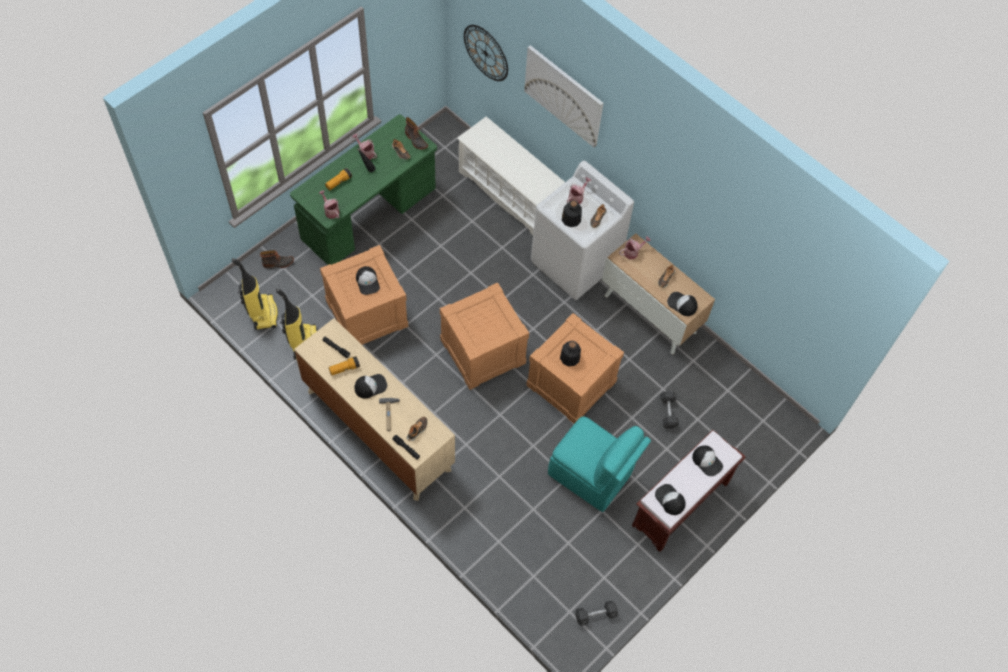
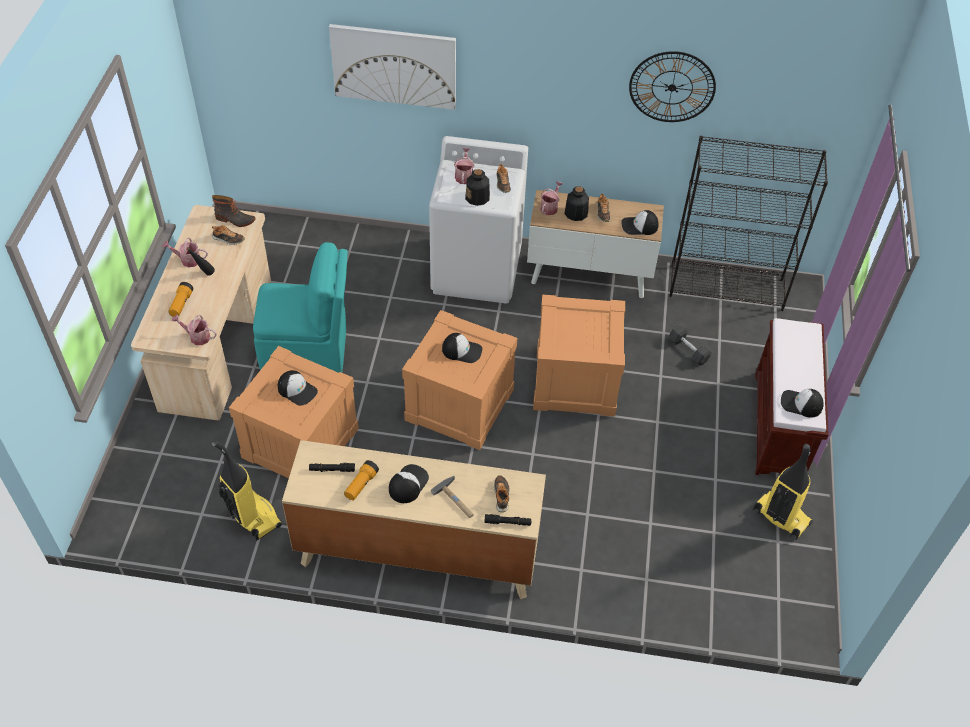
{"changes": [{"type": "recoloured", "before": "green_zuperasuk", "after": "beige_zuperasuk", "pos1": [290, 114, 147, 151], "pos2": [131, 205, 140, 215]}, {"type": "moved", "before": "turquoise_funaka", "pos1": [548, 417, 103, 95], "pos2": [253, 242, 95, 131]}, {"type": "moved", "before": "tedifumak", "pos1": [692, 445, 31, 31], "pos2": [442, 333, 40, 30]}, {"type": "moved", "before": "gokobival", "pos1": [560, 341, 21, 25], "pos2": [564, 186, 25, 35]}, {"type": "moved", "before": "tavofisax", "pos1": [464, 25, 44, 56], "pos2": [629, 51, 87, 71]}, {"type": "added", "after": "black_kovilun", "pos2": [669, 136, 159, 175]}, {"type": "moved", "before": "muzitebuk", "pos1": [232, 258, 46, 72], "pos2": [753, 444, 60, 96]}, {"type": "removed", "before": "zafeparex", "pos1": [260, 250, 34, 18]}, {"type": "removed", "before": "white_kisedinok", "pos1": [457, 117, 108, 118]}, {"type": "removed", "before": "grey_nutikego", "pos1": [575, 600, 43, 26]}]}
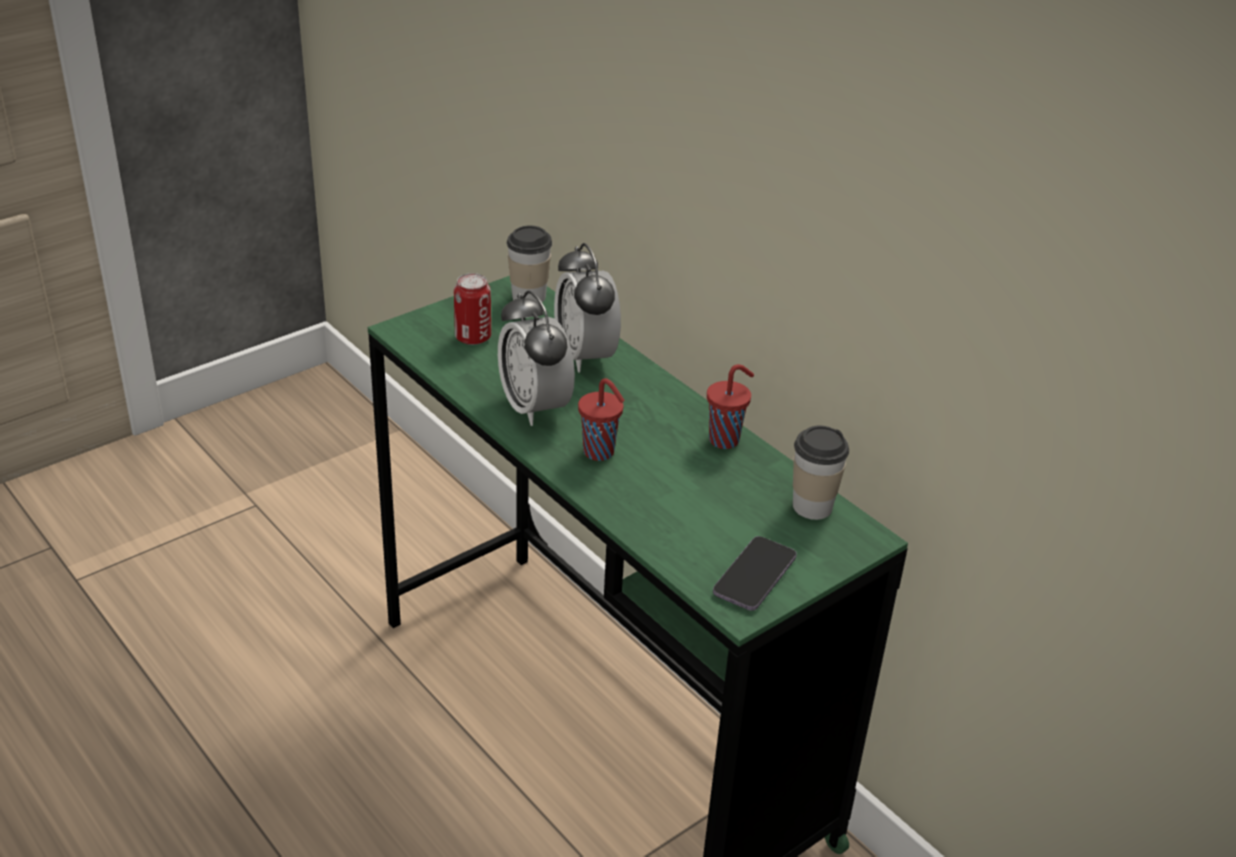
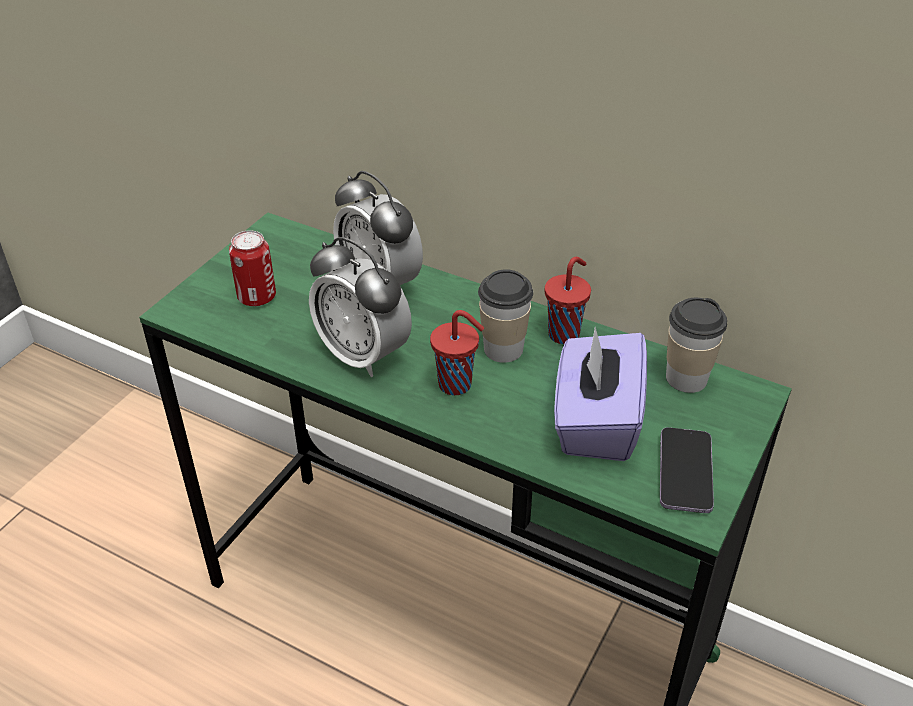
{"changes": [{"type": "moved", "before": "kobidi", "pos1": [507, 225, 45, 77], "pos2": [478, 269, 55, 94]}, {"type": "added", "after": "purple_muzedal", "pos2": [554, 327, 93, 134]}]}
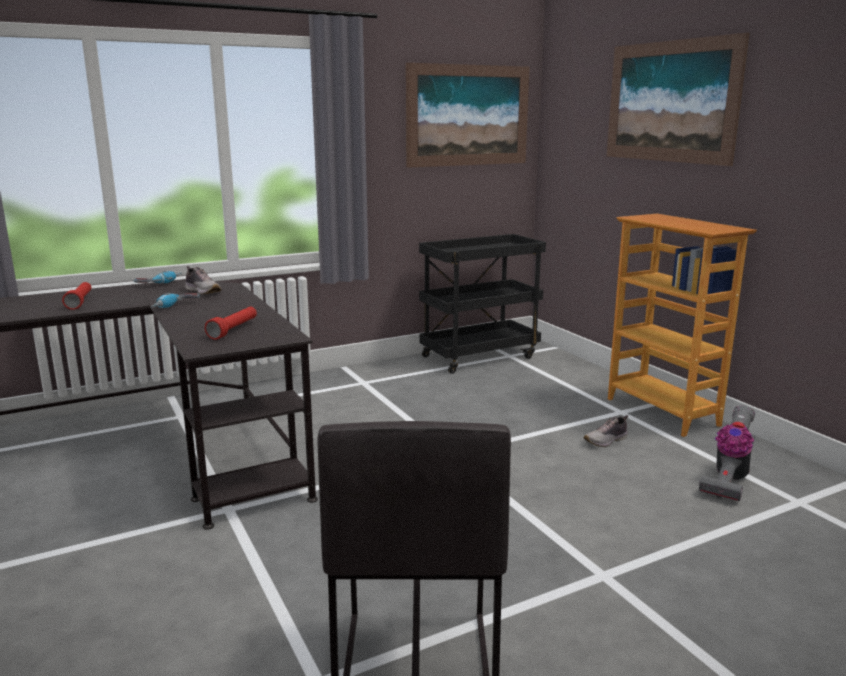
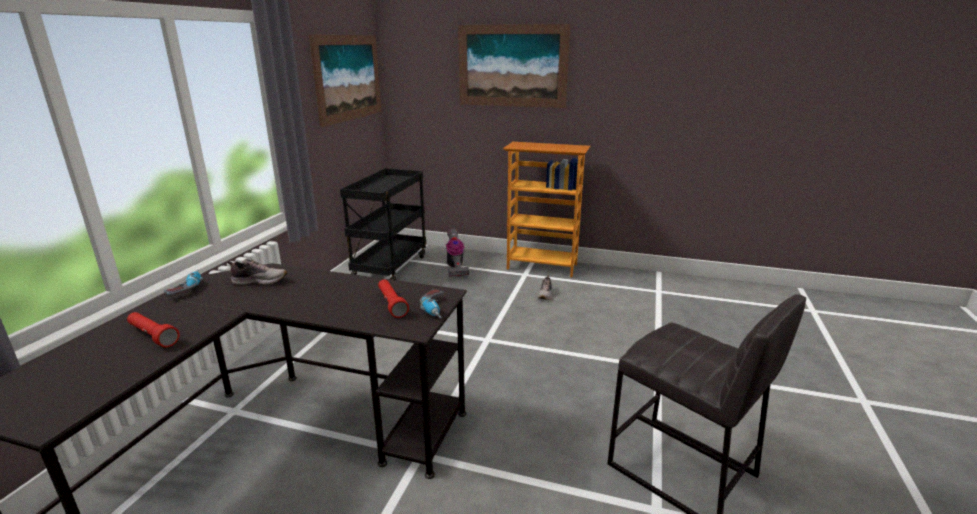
{"changes": [{"type": "moved", "before": "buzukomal", "pos1": [151, 293, 49, 15], "pos2": [420, 289, 24, 29]}, {"type": "moved", "before": "muzitebuk", "pos1": [699, 406, 56, 95], "pos2": [446, 229, 23, 48]}]}
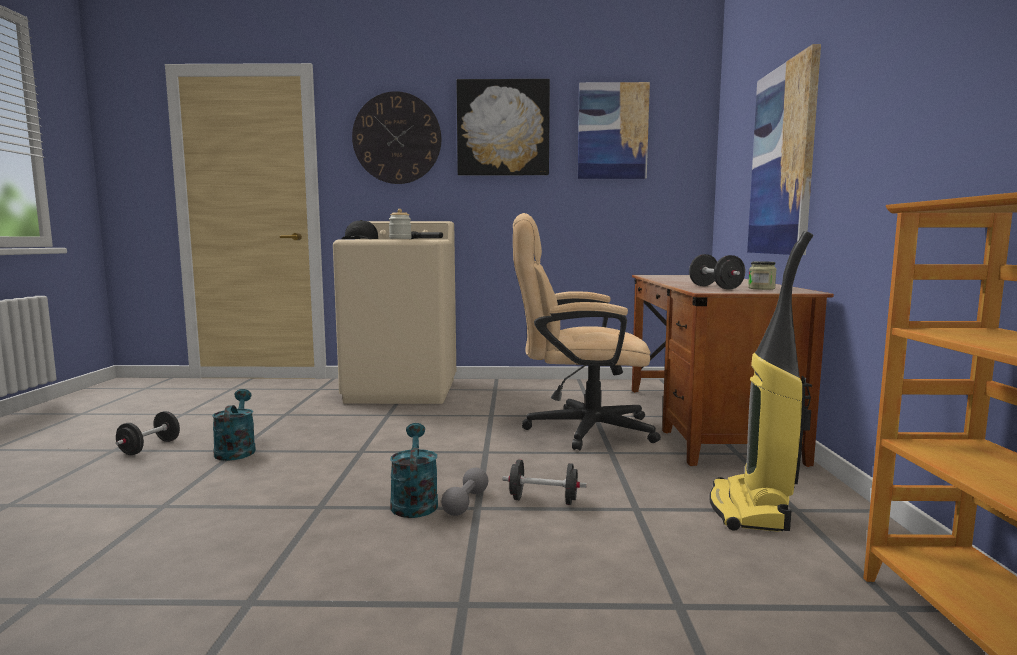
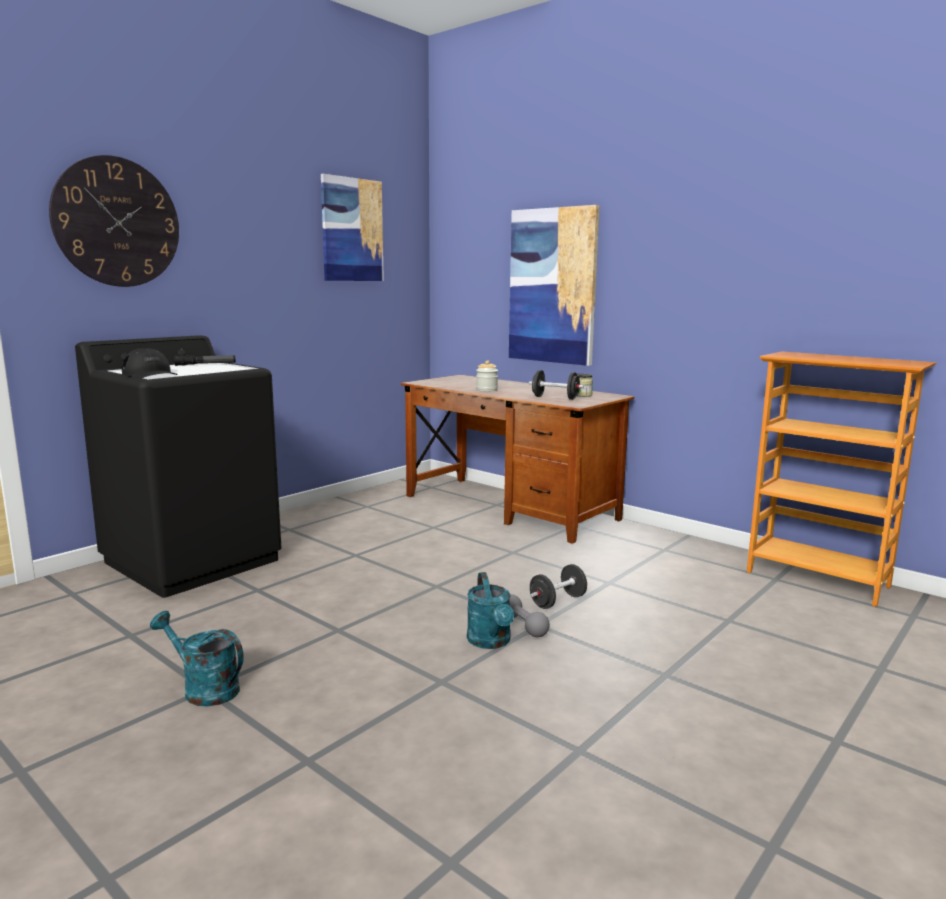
{"changes": [{"type": "recoloured", "before": "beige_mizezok", "after": "black_mizezok", "pos1": [333, 221, 123, 183], "pos2": [75, 335, 206, 263]}, {"type": "turned", "before": "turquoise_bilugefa", "pos1": [390, 423, 48, 95], "pos2": [467, 572, 47, 77], "turn": -135}, {"type": "moved", "before": "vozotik", "pos1": [389, 209, 23, 30], "pos2": [476, 360, 22, 31]}, {"type": "removed", "before": "black_nutikego", "pos1": [116, 411, 64, 44]}, {"type": "removed", "before": "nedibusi", "pos1": [456, 79, 94, 96]}, {"type": "removed", "before": "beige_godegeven", "pos1": [513, 213, 148, 237]}, {"type": "removed", "before": "muzitebuk", "pos1": [710, 231, 103, 301]}]}
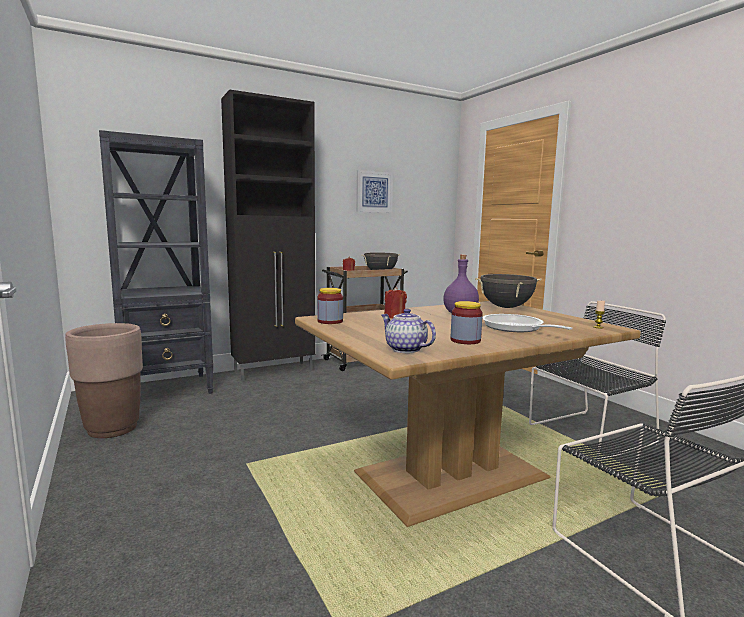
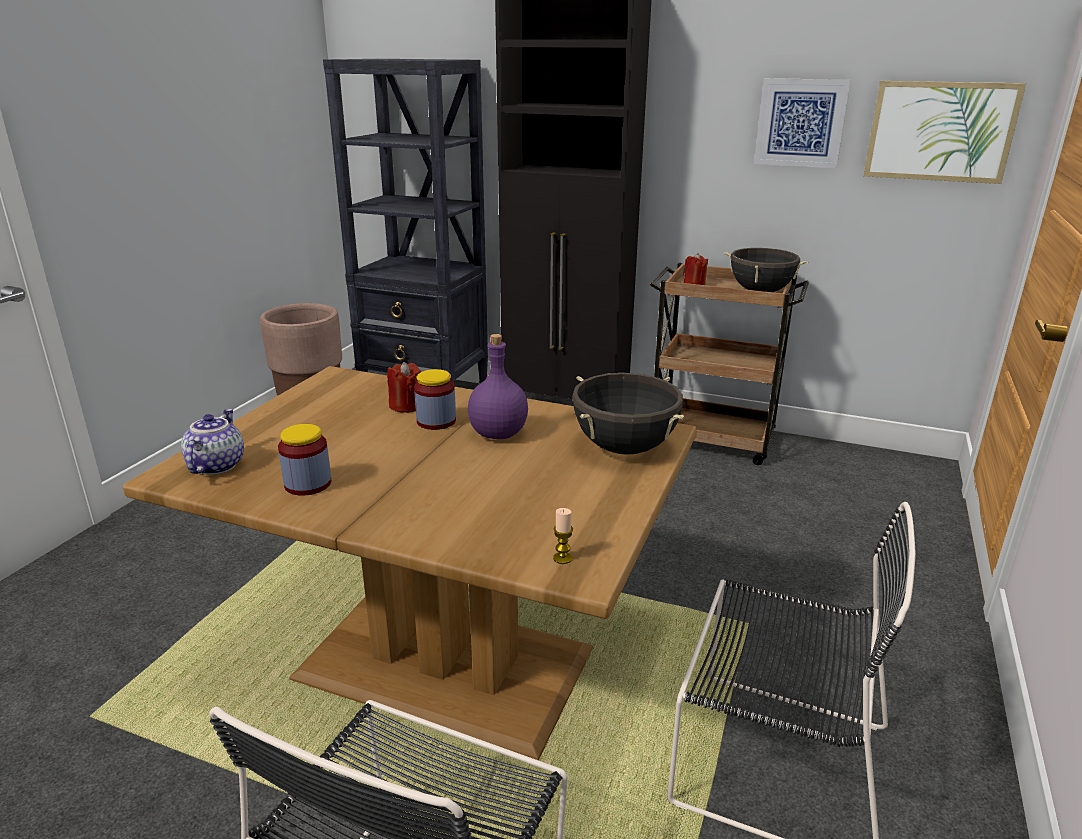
{"changes": [{"type": "moved", "before": "vozotik", "pos1": [317, 288, 26, 36], "pos2": [414, 369, 42, 61]}, {"type": "added", "after": "nedibusi", "pos2": [863, 81, 163, 103]}, {"type": "removed", "before": "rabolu", "pos1": [482, 314, 91, 18]}]}
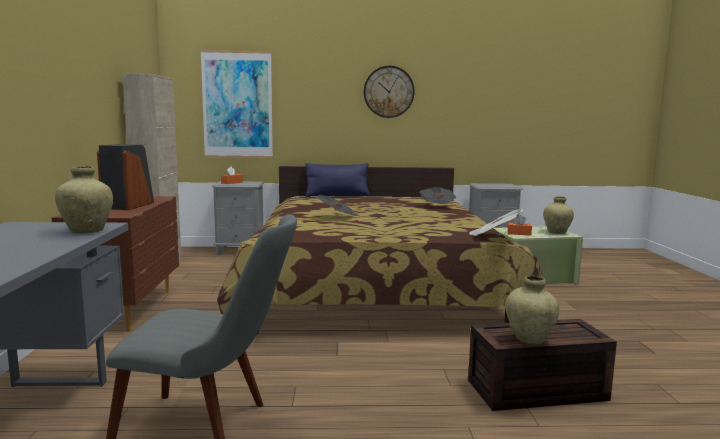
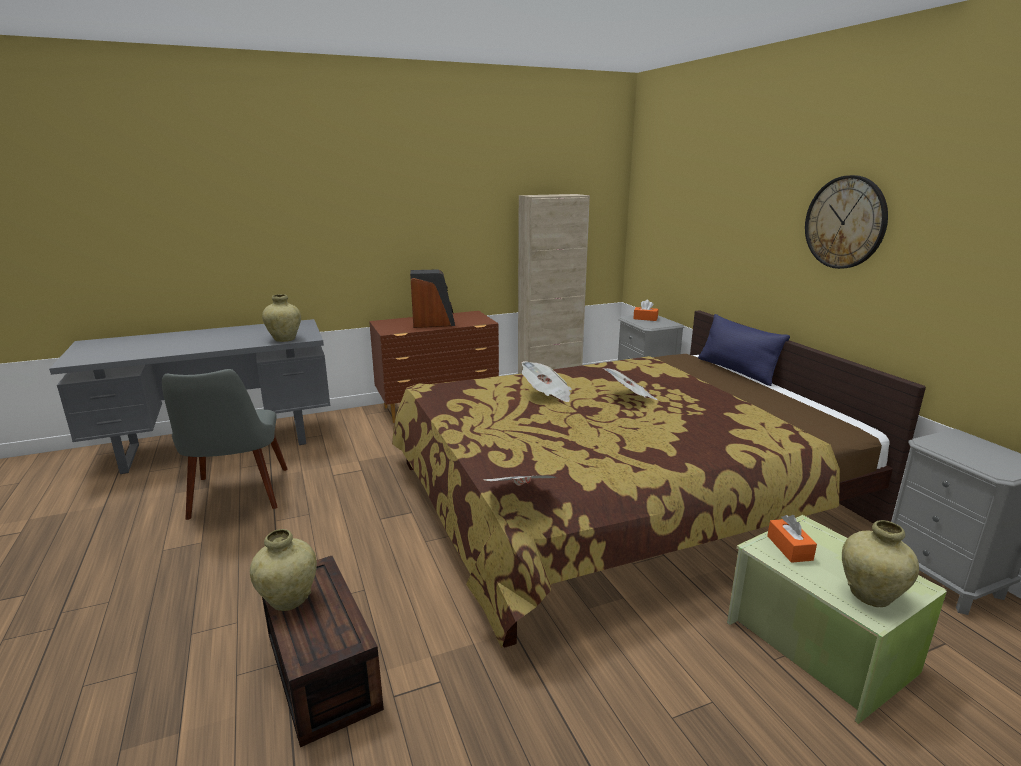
{"changes": [{"type": "moved", "before": "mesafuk", "pos1": [419, 187, 37, 17], "pos2": [603, 368, 55, 32]}, {"type": "removed", "before": "nedibusi", "pos1": [200, 50, 73, 108]}]}
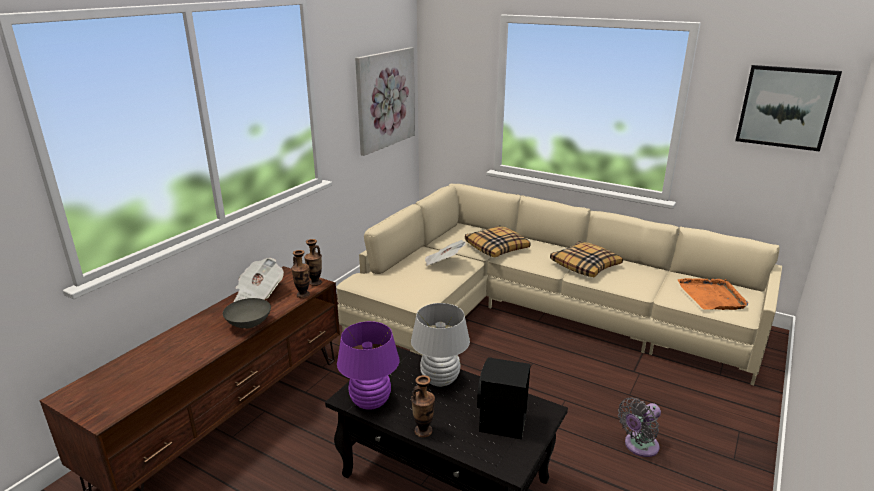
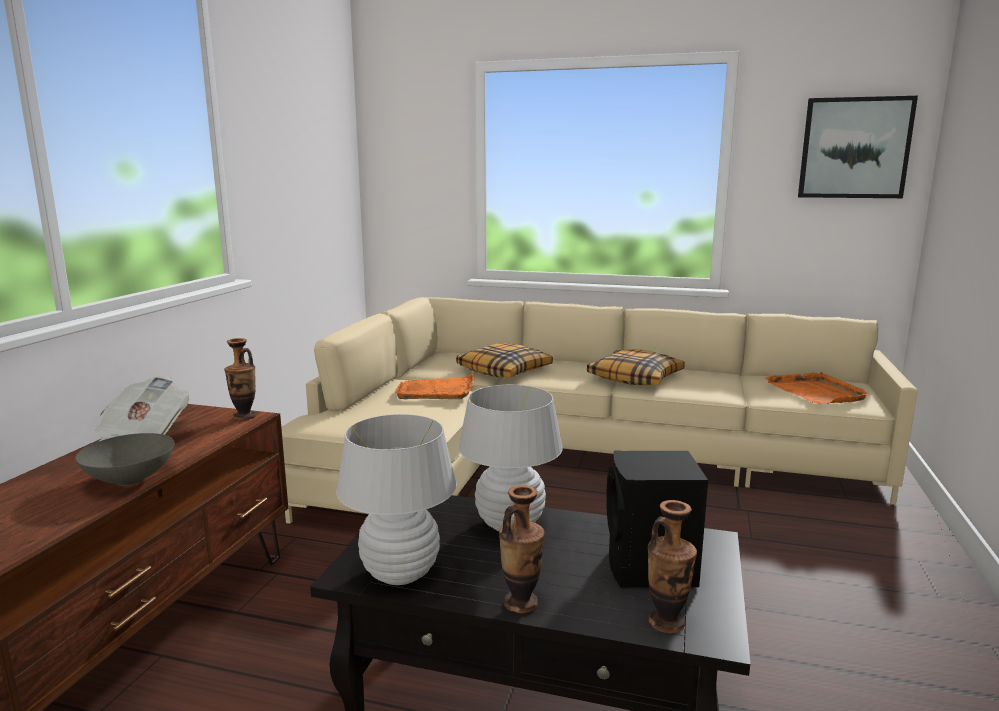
{"changes": [{"type": "recoloured", "before": "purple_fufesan", "after": "white_fufesan", "pos1": [337, 321, 62, 89], "pos2": [336, 414, 121, 171]}, {"type": "replaced", "before": "mesafuk", "after": "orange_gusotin", "pos1": [425, 240, 41, 26], "pos2": [394, 374, 80, 26]}, {"type": "moved", "before": "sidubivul", "pos1": [291, 250, 19, 48], "pos2": [648, 500, 49, 133]}, {"type": "removed", "before": "nedibusi", "pos1": [355, 47, 60, 109]}, {"type": "removed", "before": "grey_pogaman", "pos1": [618, 397, 43, 60]}]}
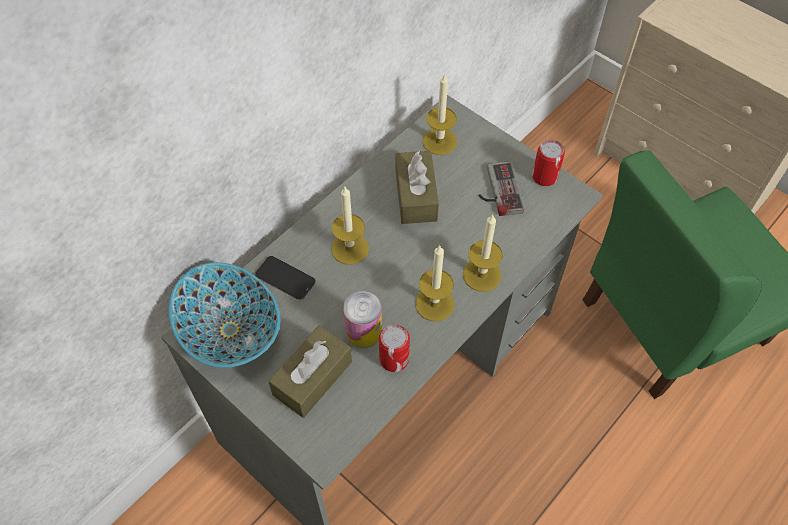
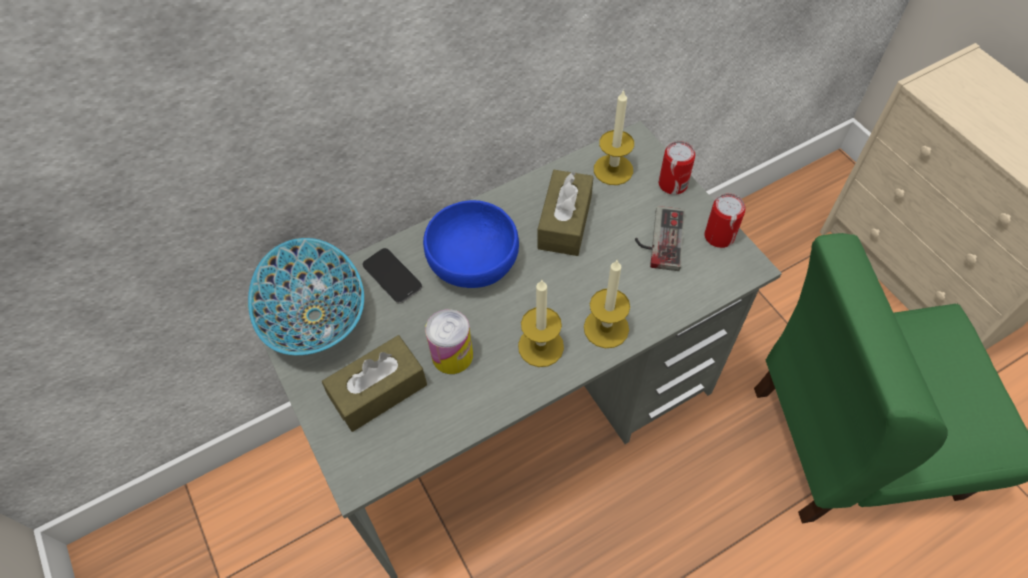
{"changes": [{"type": "replaced", "before": "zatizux", "after": "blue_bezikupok", "pos1": [331, 187, 38, 78], "pos2": [423, 200, 96, 88]}, {"type": "moved", "before": "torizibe", "pos1": [379, 324, 31, 48], "pos2": [659, 141, 36, 54]}]}
